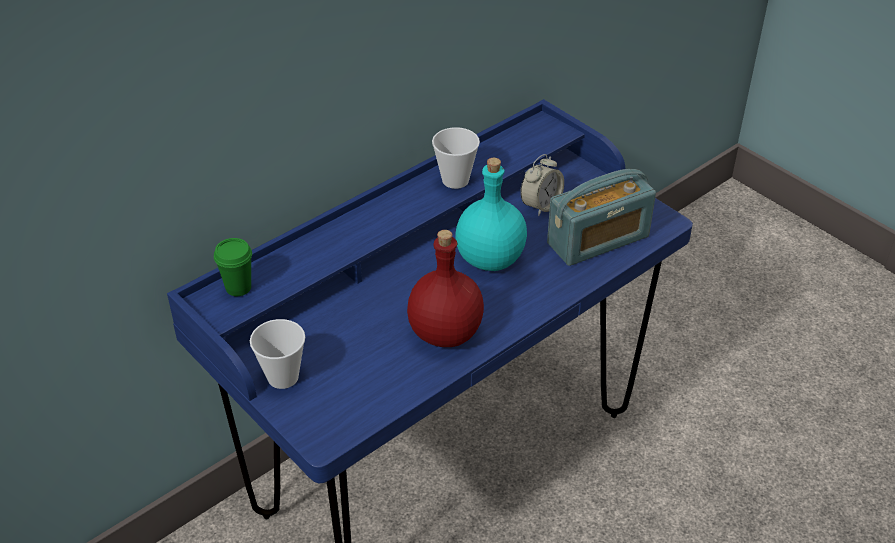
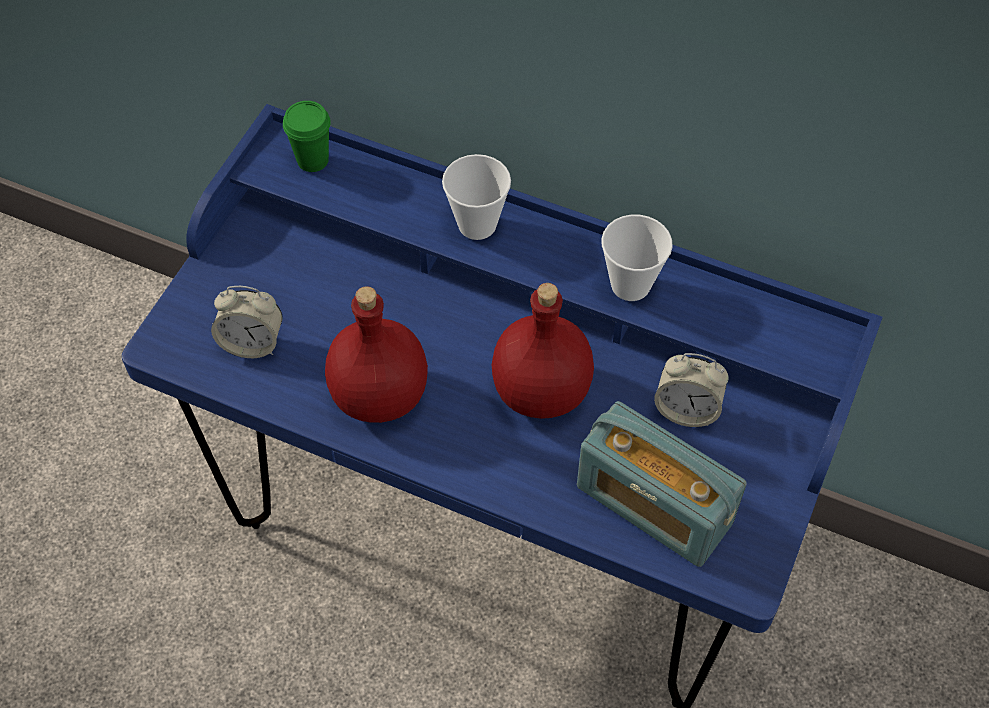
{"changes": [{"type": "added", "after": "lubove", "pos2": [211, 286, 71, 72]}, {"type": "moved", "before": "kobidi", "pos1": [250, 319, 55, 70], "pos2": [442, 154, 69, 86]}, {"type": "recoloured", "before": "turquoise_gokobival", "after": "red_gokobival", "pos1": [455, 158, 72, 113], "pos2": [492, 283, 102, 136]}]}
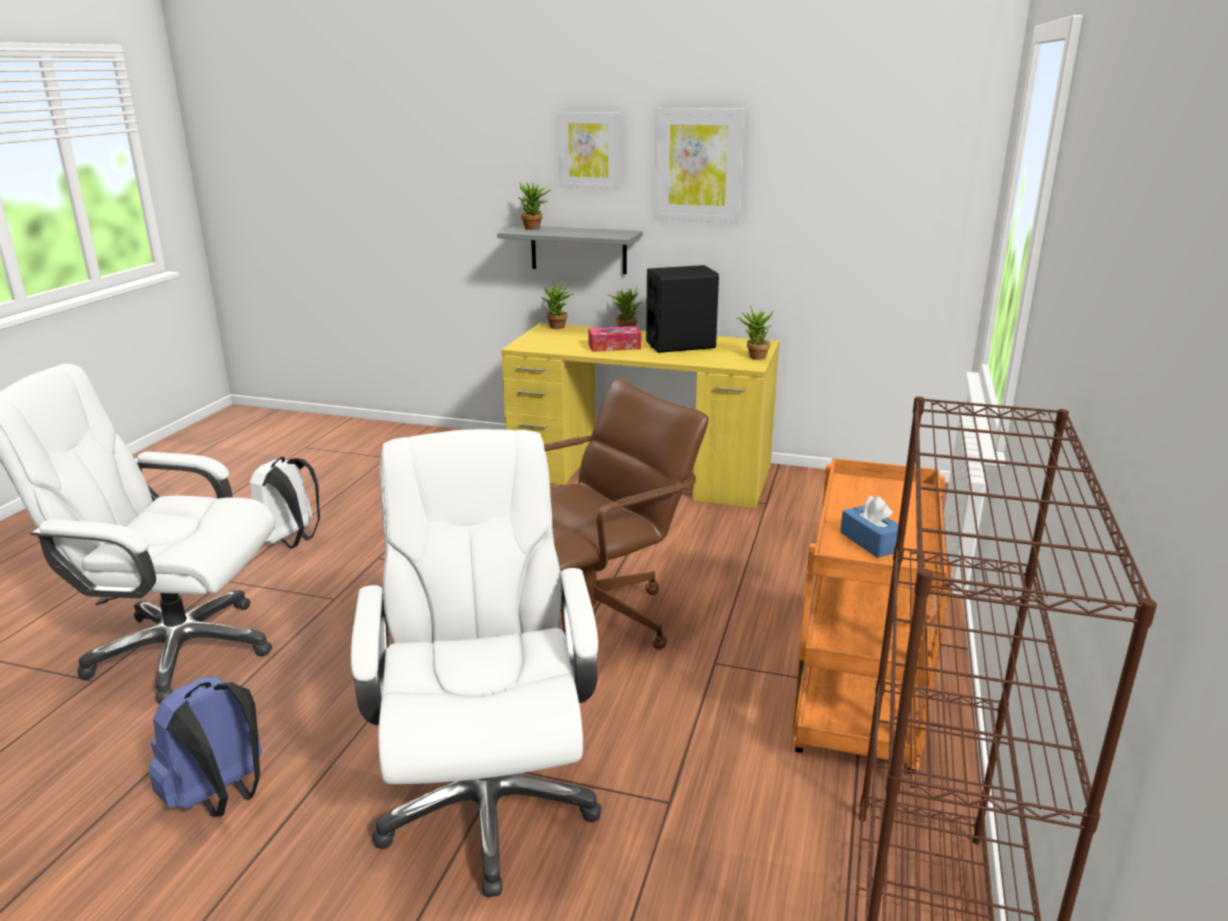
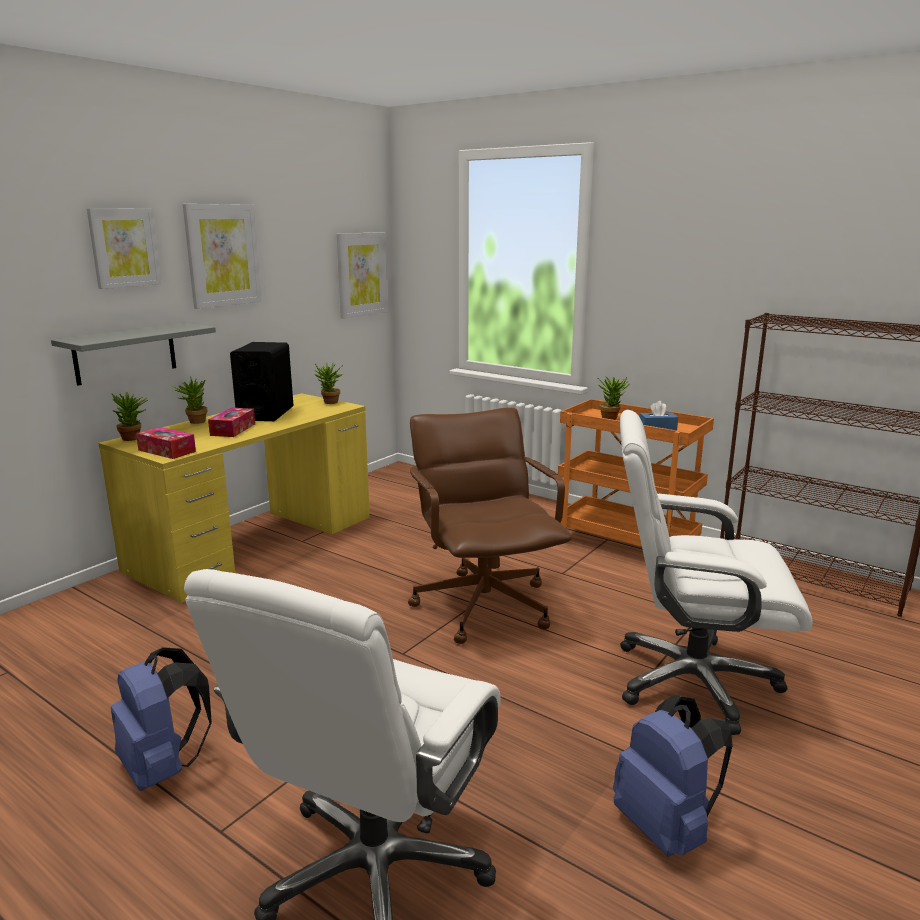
{"changes": [{"type": "recoloured", "before": "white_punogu", "after": "blue_punogu", "pos1": [250, 457, 70, 92], "pos2": [111, 647, 101, 143]}, {"type": "added", "after": "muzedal", "pos2": [136, 427, 60, 32]}, {"type": "added", "after": "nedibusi", "pos2": [337, 232, 51, 87]}, {"type": "moved", "before": "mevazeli", "pos1": [518, 182, 33, 48], "pos2": [596, 376, 33, 44]}]}
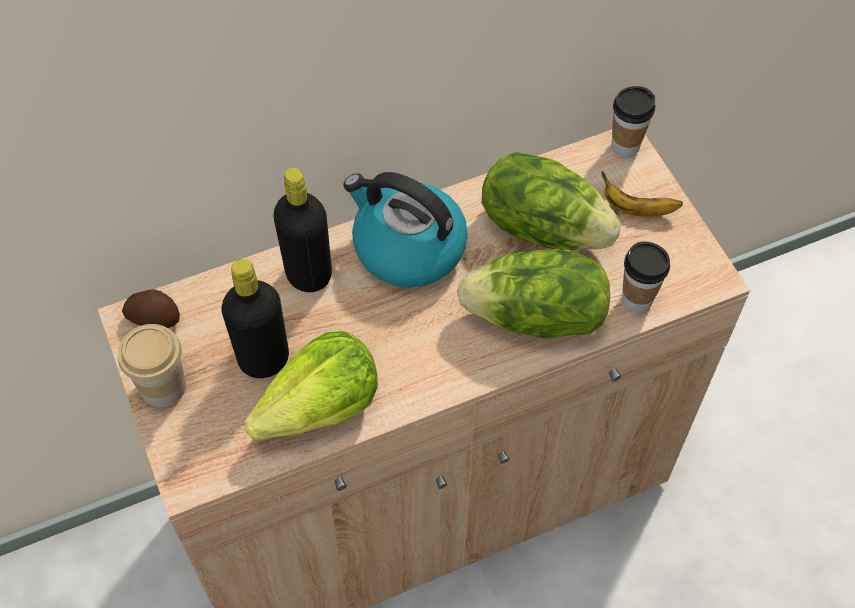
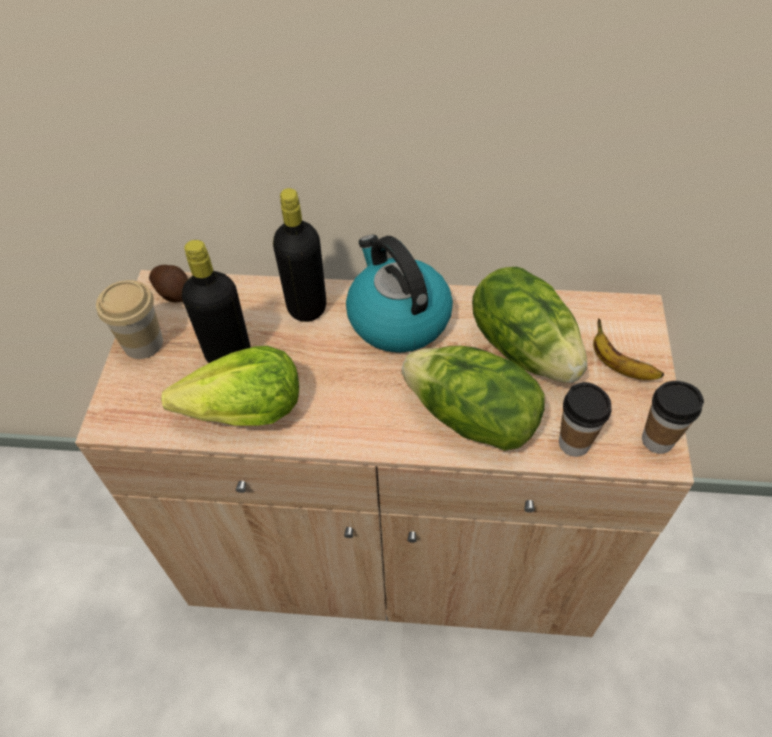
{"changes": [{"type": "moved", "before": "kobidi", "pos1": [611, 86, 44, 71], "pos2": [642, 381, 62, 73]}]}
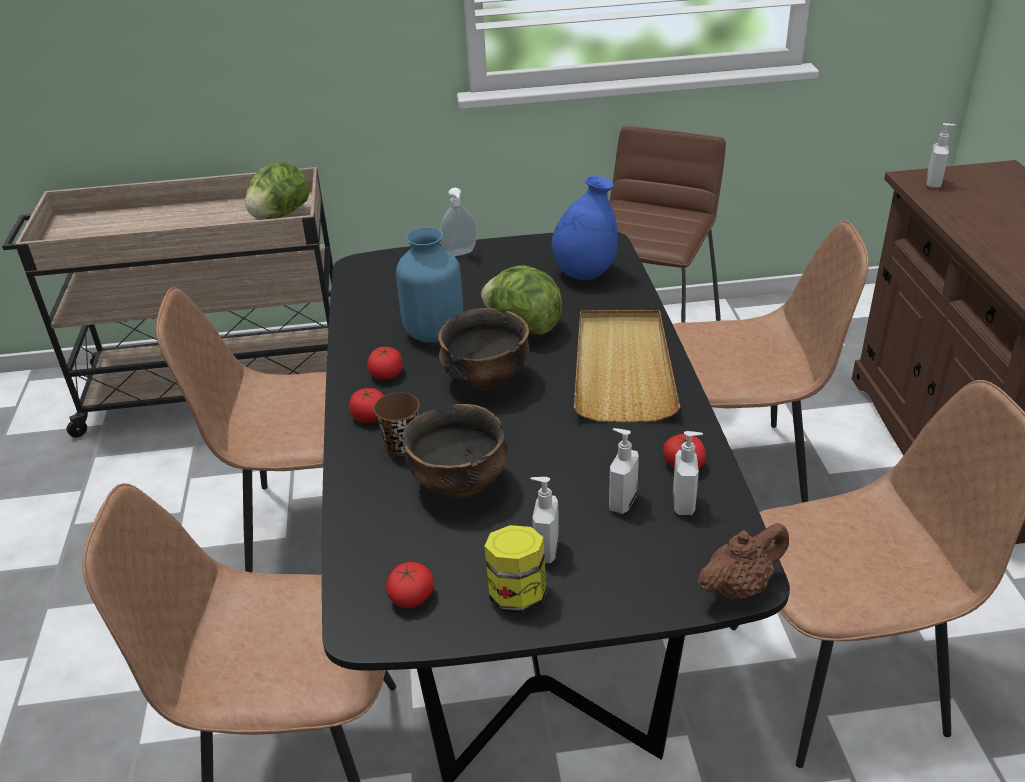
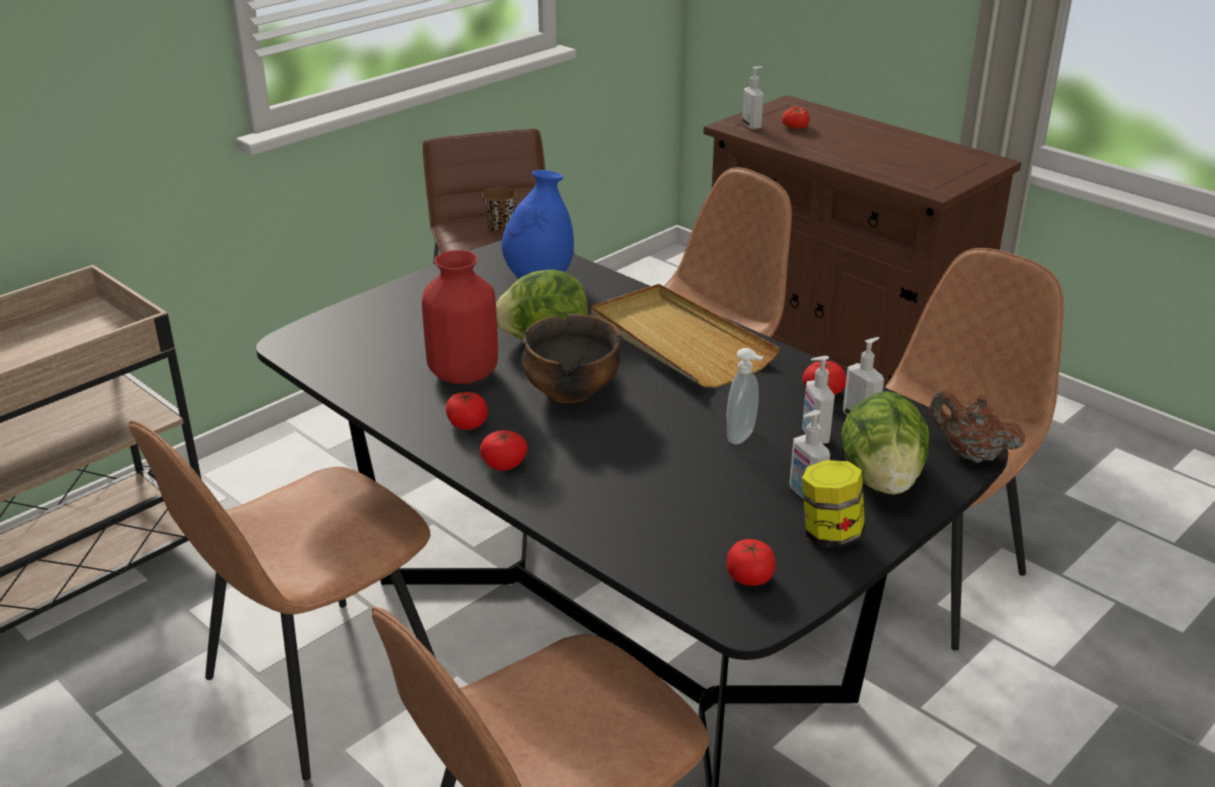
{"changes": [{"type": "recoloured", "before": "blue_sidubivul", "after": "red_sidubivul", "pos1": [396, 227, 67, 115], "pos2": [422, 250, 76, 134]}, {"type": "moved", "before": "brown_kobidi", "pos1": [373, 393, 47, 63], "pos2": [482, 187, 34, 47]}, {"type": "moved", "before": "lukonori", "pos1": [440, 188, 37, 68], "pos2": [727, 348, 36, 96]}, {"type": "added", "after": "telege", "pos2": [782, 106, 28, 23]}, {"type": "moved", "before": "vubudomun", "pos1": [245, 162, 64, 57], "pos2": [841, 391, 89, 104]}, {"type": "turned", "before": "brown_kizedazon", "pos1": [698, 523, 91, 77], "pos2": [929, 390, 96, 73], "turn": -75}, {"type": "removed", "before": "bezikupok", "pos1": [402, 404, 106, 95]}]}
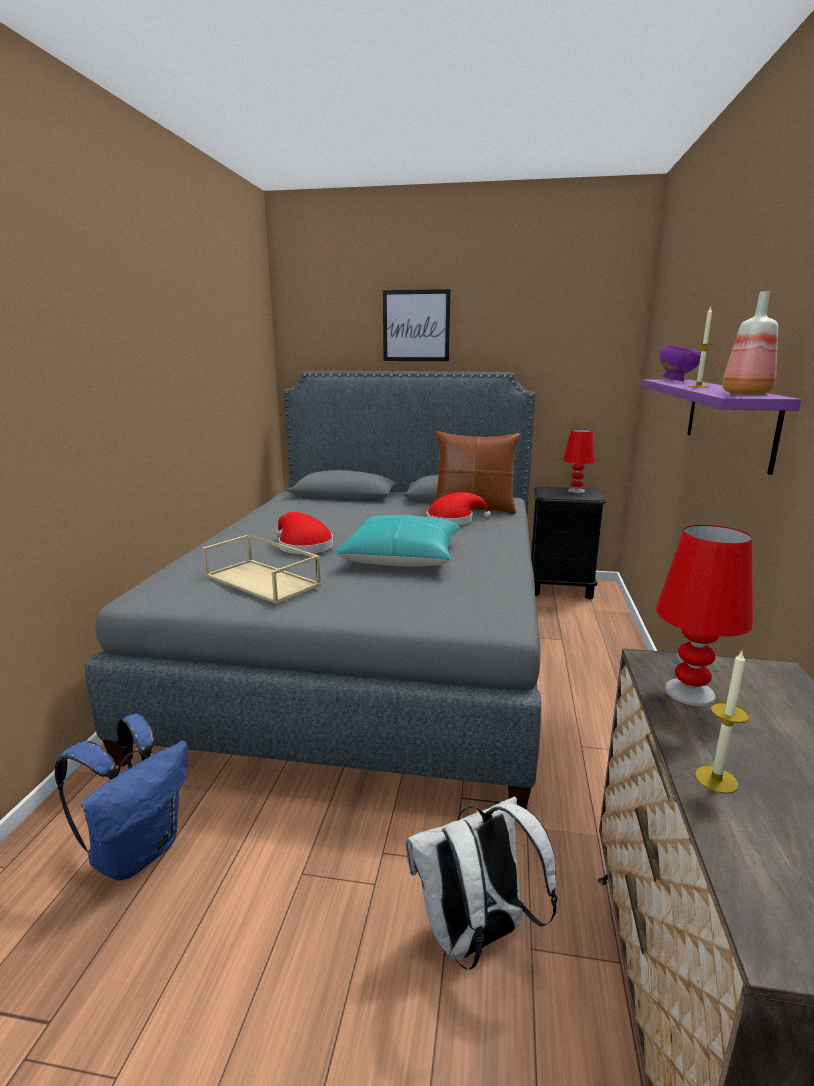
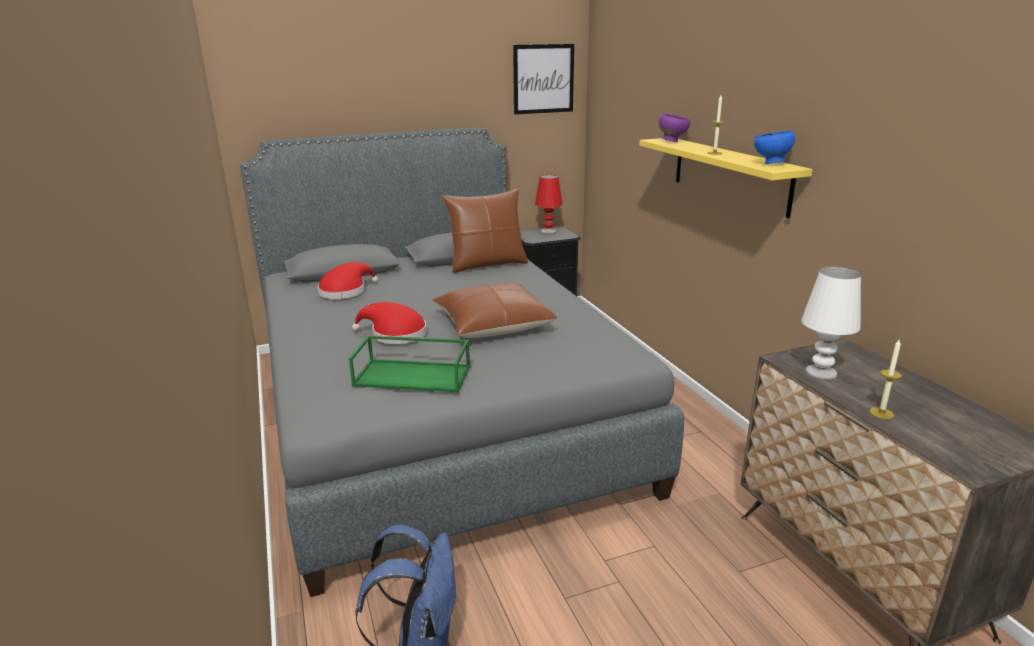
{"changes": [{"type": "moved", "before": "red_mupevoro", "pos1": [427, 492, 64, 33], "pos2": [318, 262, 60, 37]}, {"type": "recoloured", "before": "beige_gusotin", "after": "green_gusotin", "pos1": [203, 535, 118, 69], "pos2": [349, 335, 122, 57]}, {"type": "recoloured", "before": "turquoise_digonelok", "after": "brown_digonelok", "pos1": [335, 515, 125, 52], "pos2": [432, 283, 125, 55]}, {"type": "moved", "before": "nedibusi", "pos1": [383, 289, 68, 72], "pos2": [513, 44, 61, 70]}, {"type": "recoloured", "before": "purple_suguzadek", "after": "yellow_suguzadek", "pos1": [642, 379, 159, 96], "pos2": [639, 138, 174, 80]}, {"type": "replaced", "before": "gokobival", "after": "blue_bezikupok", "pos1": [722, 291, 56, 104], "pos2": [754, 131, 41, 33]}, {"type": "recoloured", "before": "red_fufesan", "after": "white_fufesan", "pos1": [656, 525, 97, 181], "pos2": [801, 267, 60, 112]}, {"type": "removed", "before": "white_punogu", "pos1": [406, 797, 151, 173]}]}
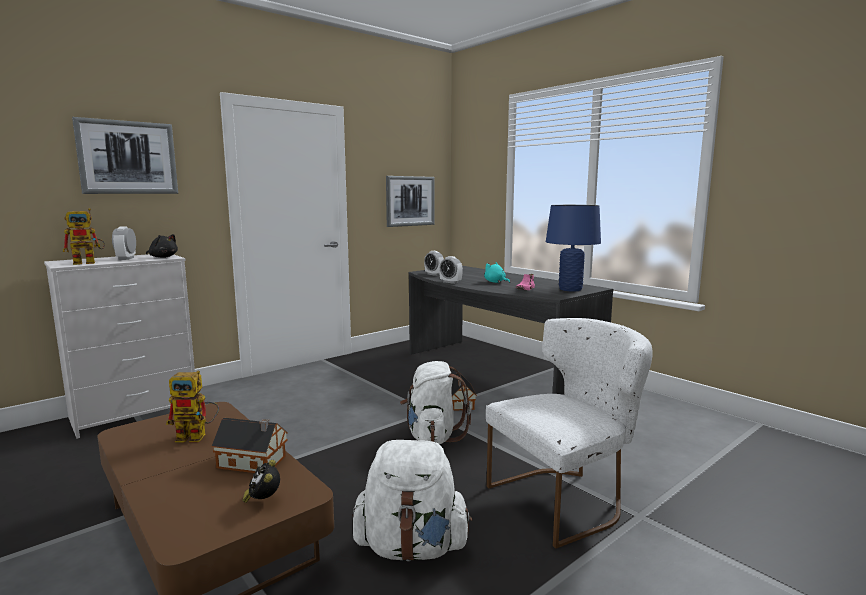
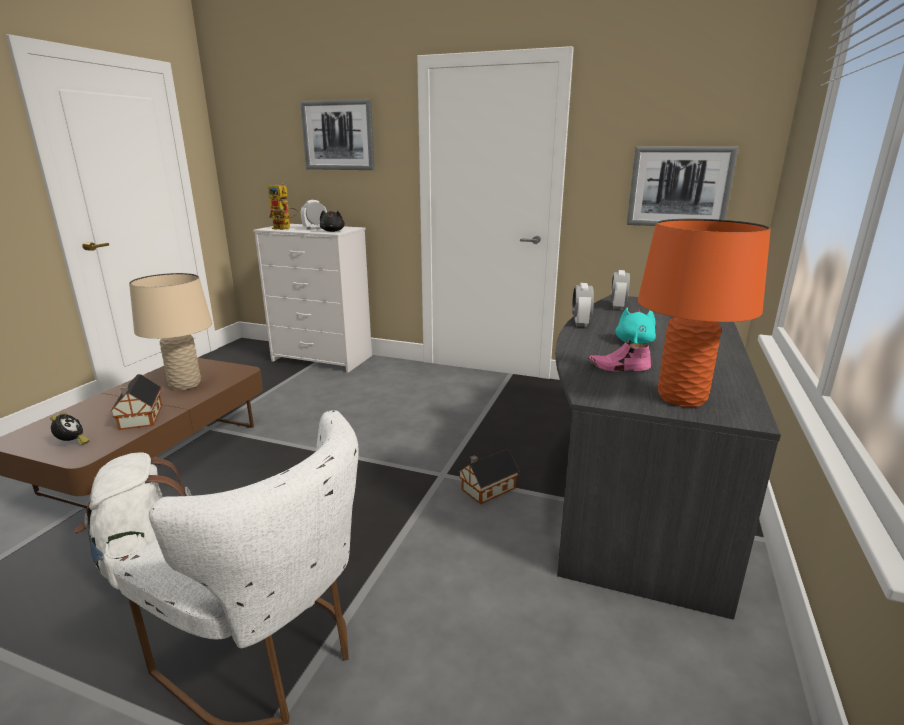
{"changes": [{"type": "turned", "before": "lubove", "pos1": [242, 460, 38, 43], "pos2": [50, 412, 40, 33], "turn": 120}, {"type": "replaced", "before": "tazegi", "after": "beige_fufesan", "pos1": [166, 371, 53, 72], "pos2": [129, 273, 83, 117]}, {"type": "recoloured", "before": "blue_fufesan", "after": "orange_fufesan", "pos1": [546, 205, 55, 87], "pos2": [638, 219, 133, 188]}, {"type": "removed", "before": "white_punogu", "pos1": [400, 361, 72, 83]}]}
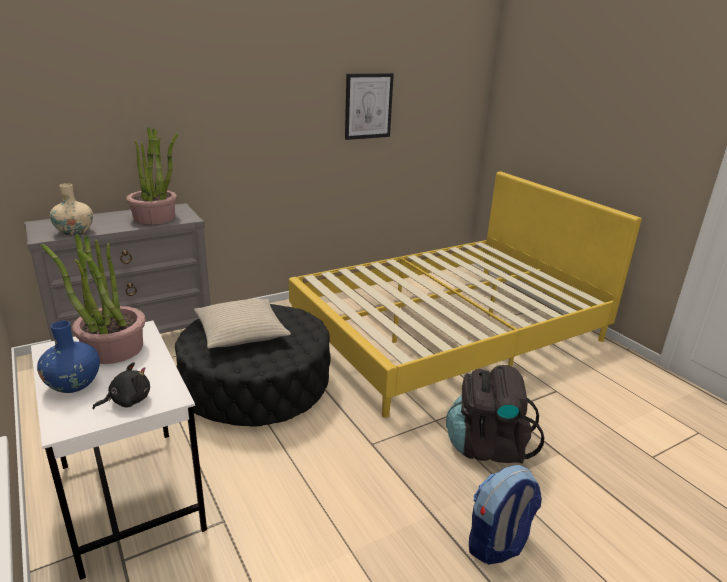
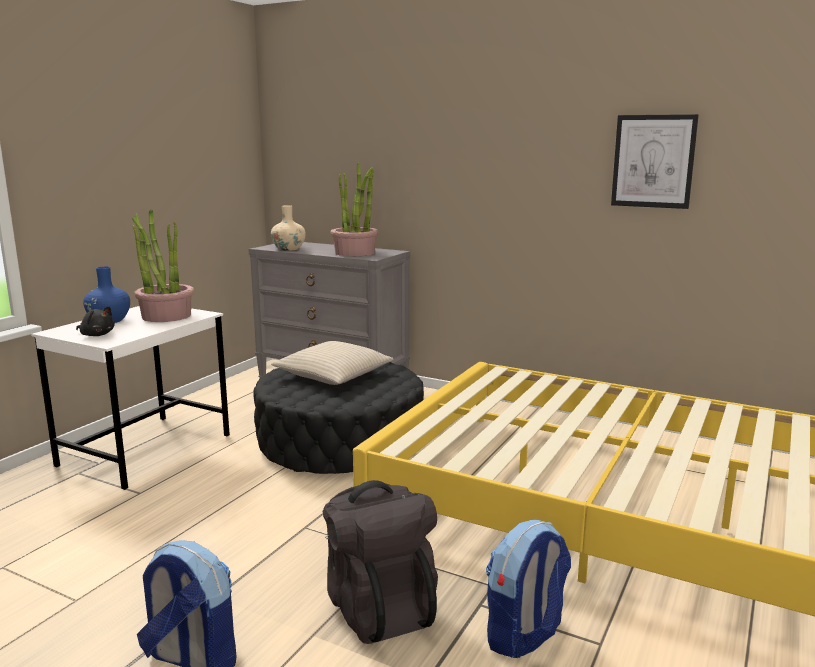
{"changes": [{"type": "added", "after": "punogu", "pos2": [486, 520, 85, 138]}]}
